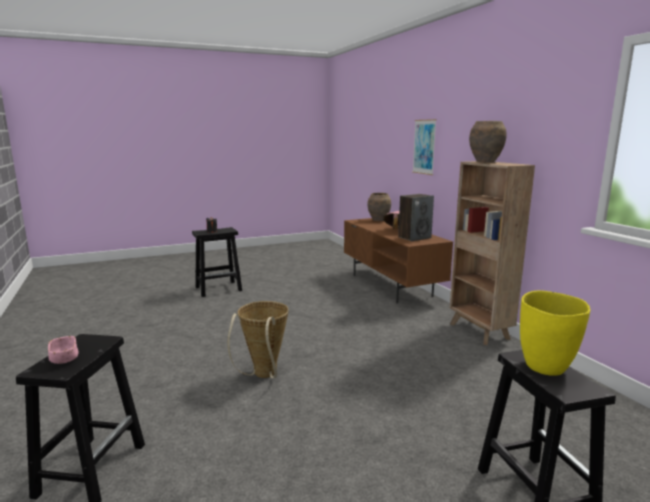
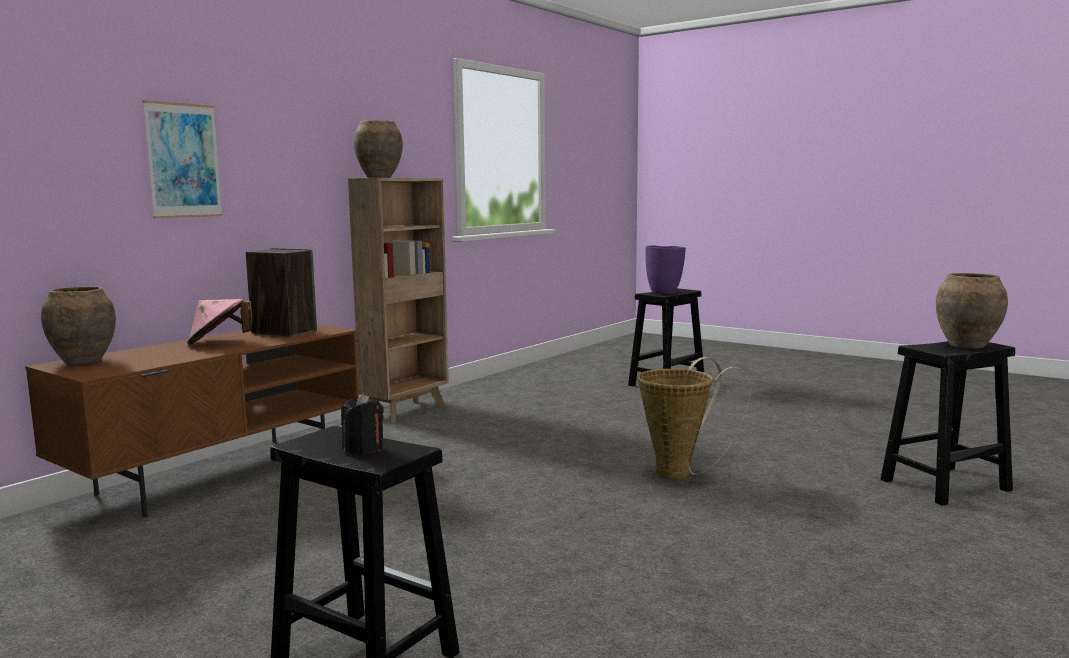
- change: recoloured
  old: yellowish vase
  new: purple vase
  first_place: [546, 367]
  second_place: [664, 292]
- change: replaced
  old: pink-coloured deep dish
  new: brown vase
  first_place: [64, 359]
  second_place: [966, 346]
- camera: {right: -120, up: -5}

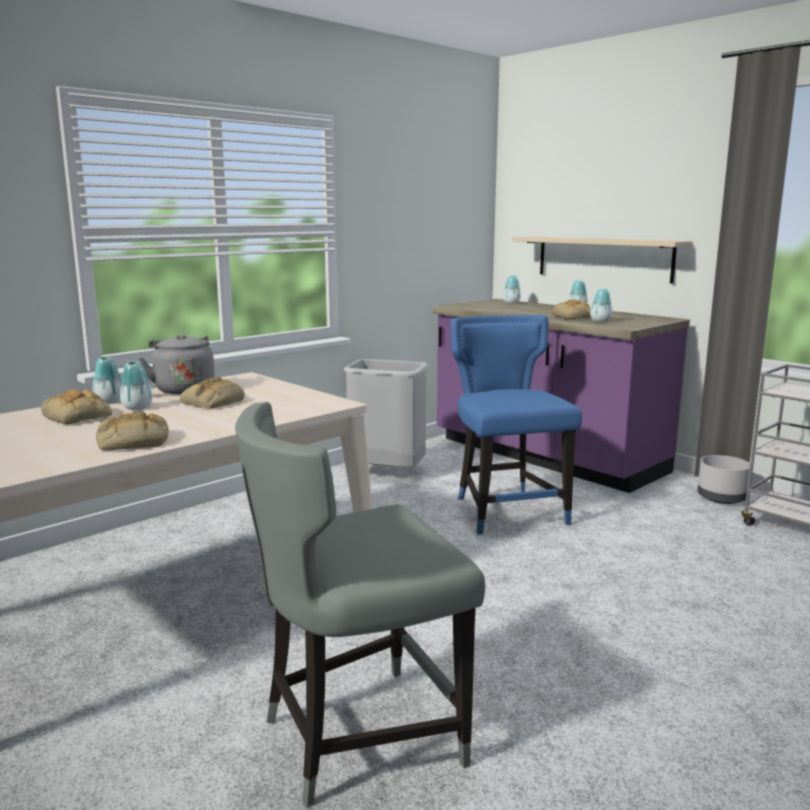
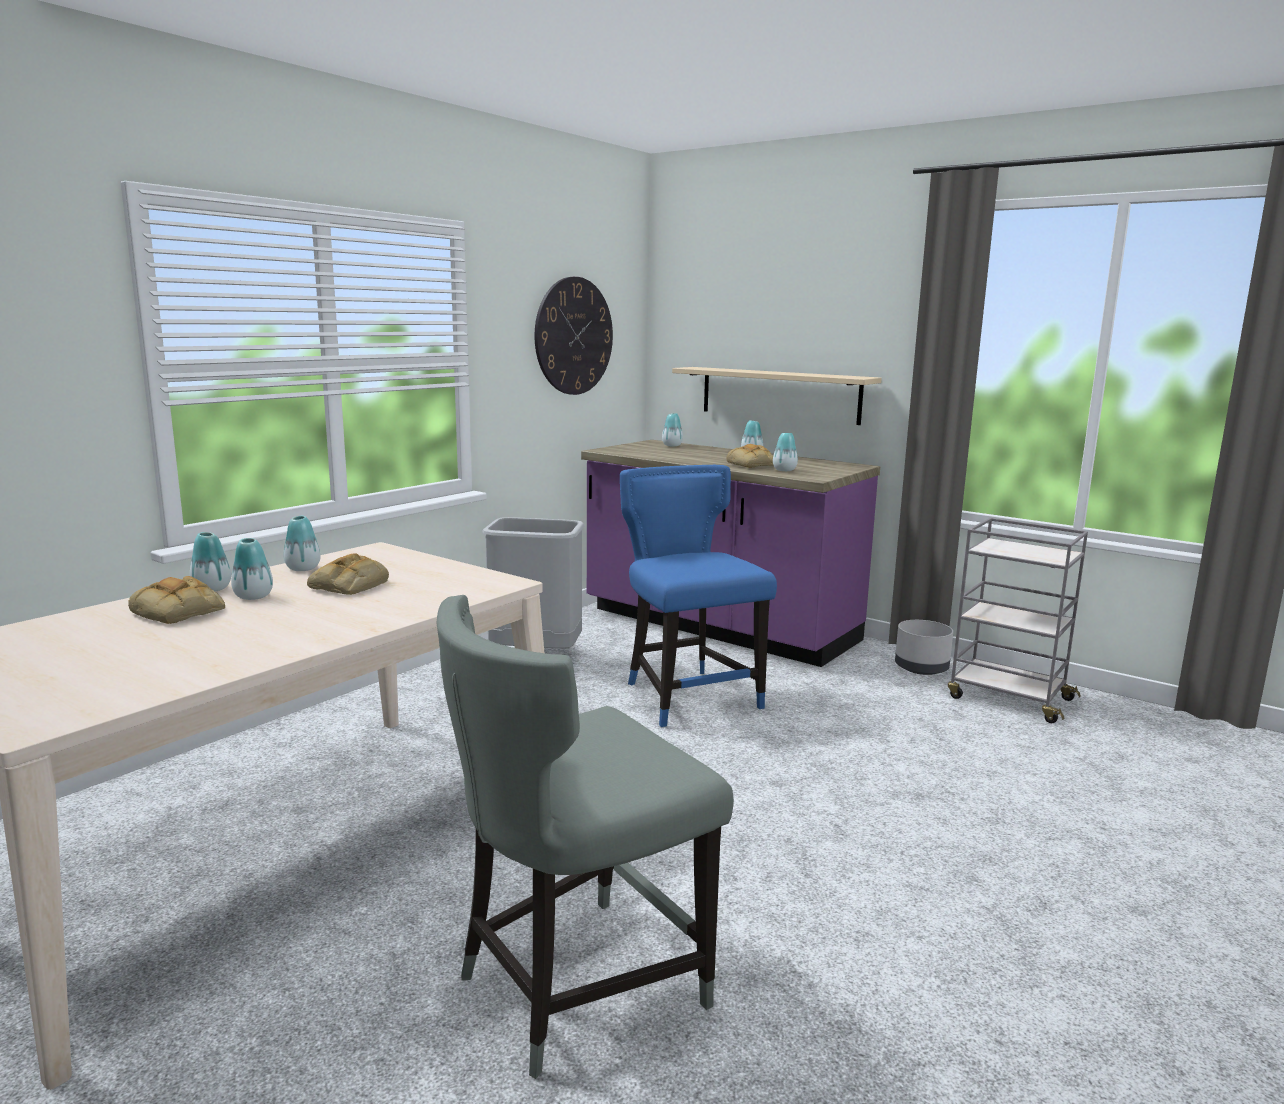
- change: replaced
  old: greyish tea kettle
  new: vase
  first_place: [183, 389]
  second_place: [303, 568]
- change: removed
  old: bread
  first_place: [132, 442]
- change: added
  new: hanging clock
  second_place: [574, 336]
- camera: {right: -10, up: 0}

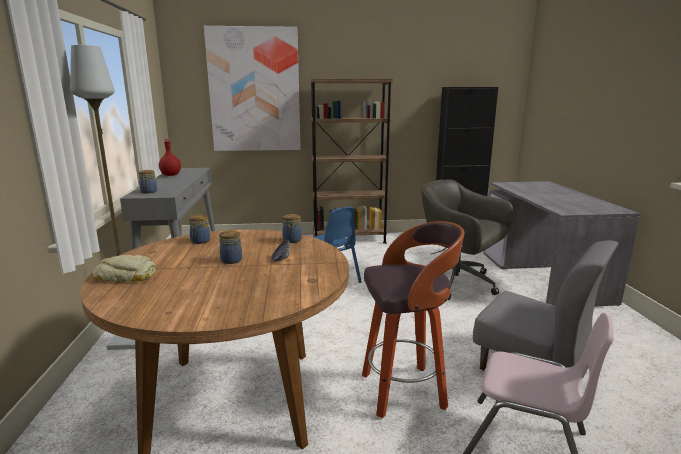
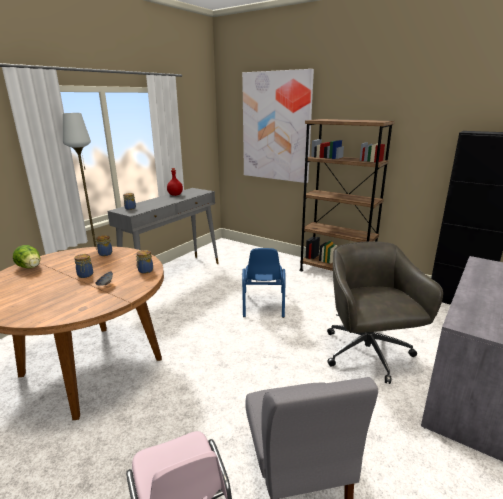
- change: removed
  old: stool
  first_place: [405, 391]
- change: replaced
  old: bread
  new: head of lettuce
  first_place: [126, 276]
  second_place: [31, 267]
- camera: {right: 40, up: 5}

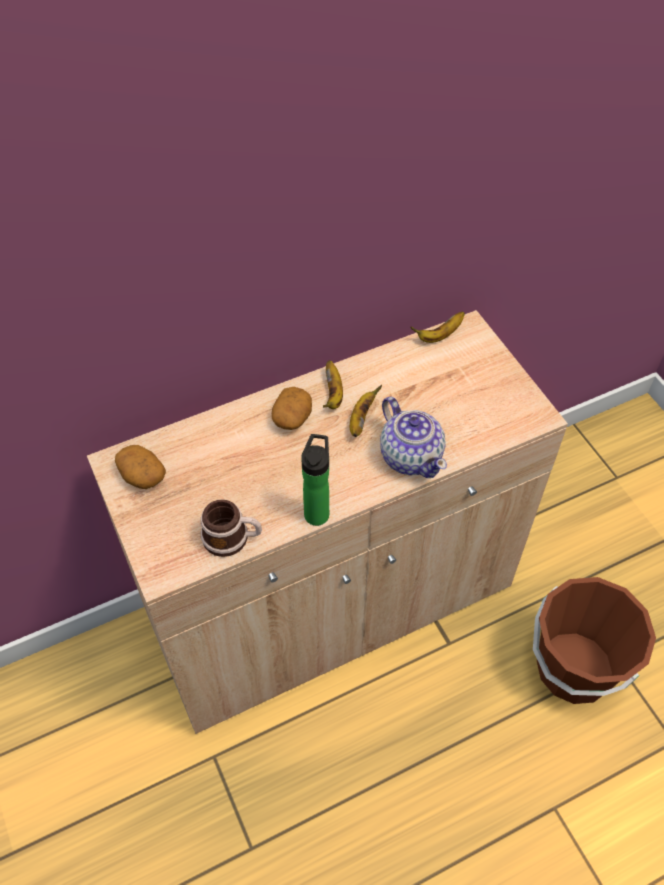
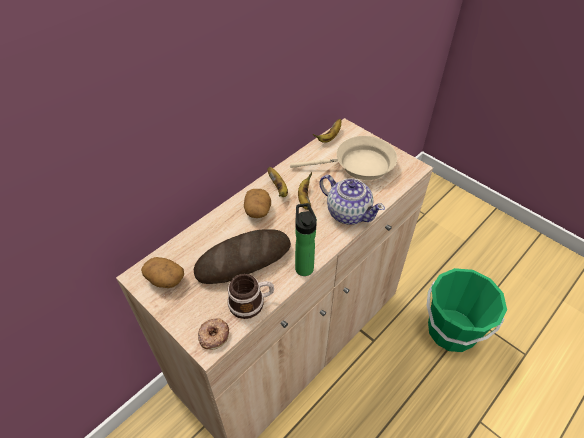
- change: recoloured
  old: brown pail
  new: green pail
  first_place: [574, 668]
  second_place: [451, 330]
- change: added
  new: beige skillet
  second_place: [359, 165]
- change: added
  new: bread
  second_place: [243, 260]
- change: added
  new: donut
  second_place: [213, 335]
- camera: {right: -20, up: -5}

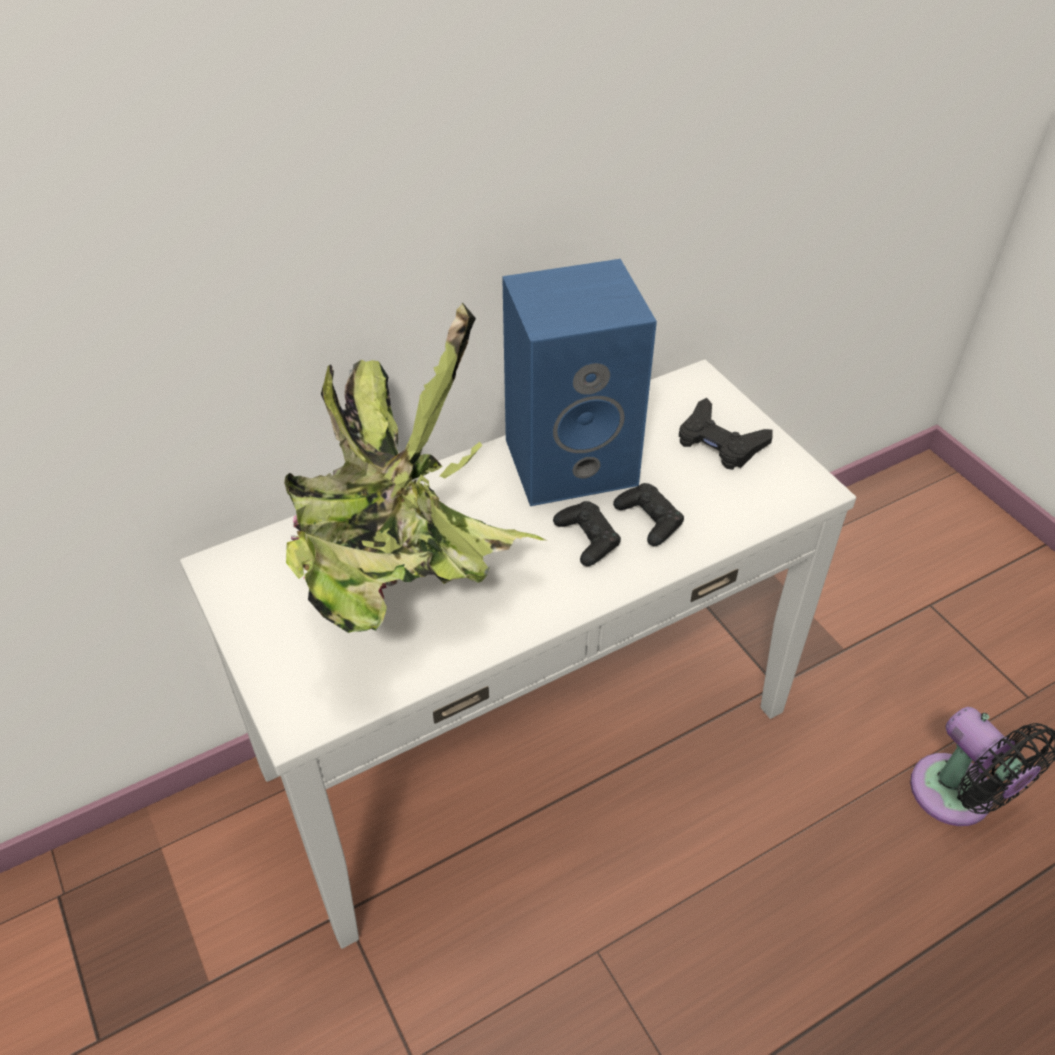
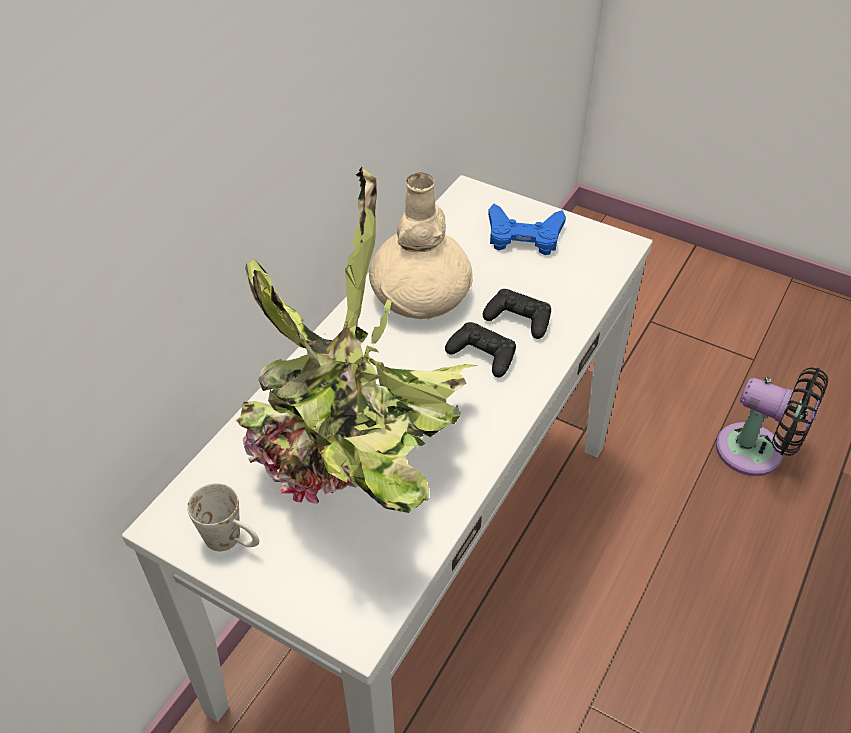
- change: replaced
  old: blue audio speaker
  new: beige vase
  first_place: [573, 459]
  second_place: [420, 295]
- change: recoloured
  old: black-coloured game controller
  new: blue game controller
  first_place: [720, 442]
  second_place: [524, 236]
- change: added
  new: white-coloured mug
  second_place: [232, 541]
- camera: {right: -30, up: 0}

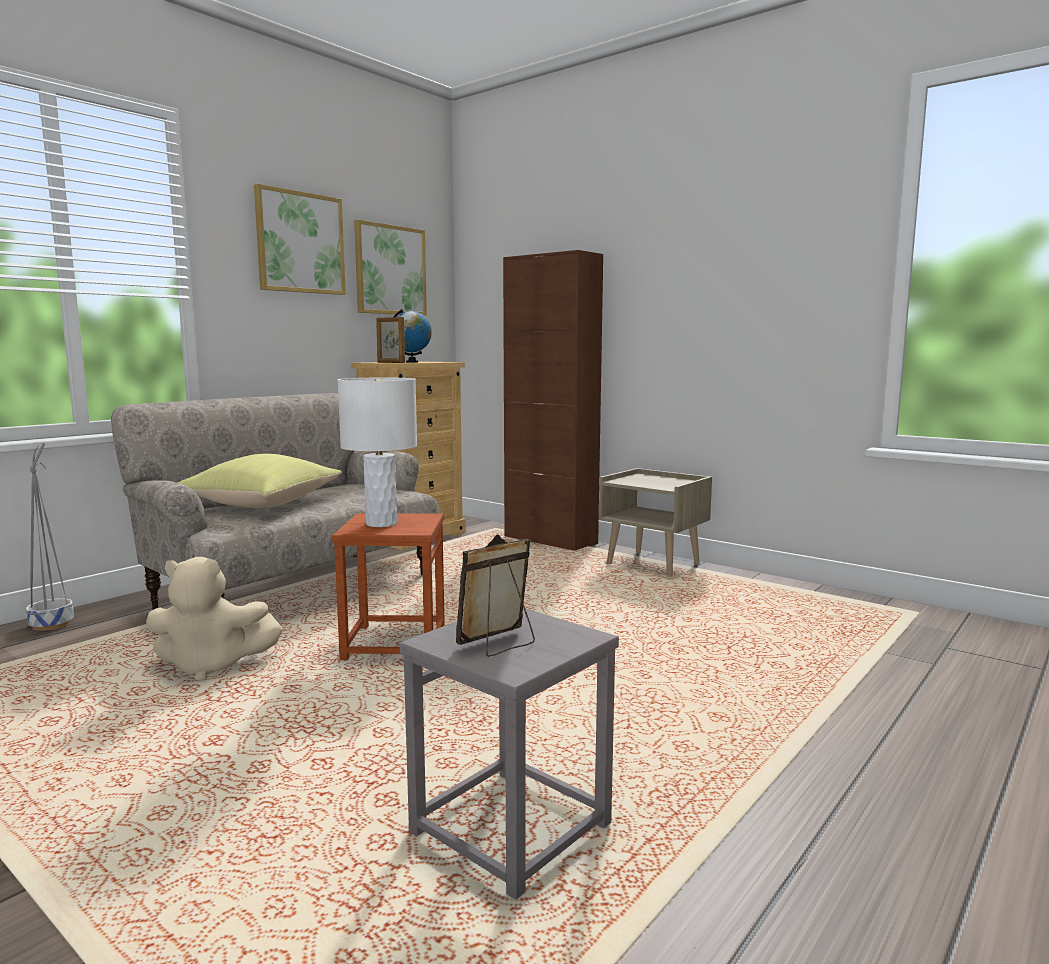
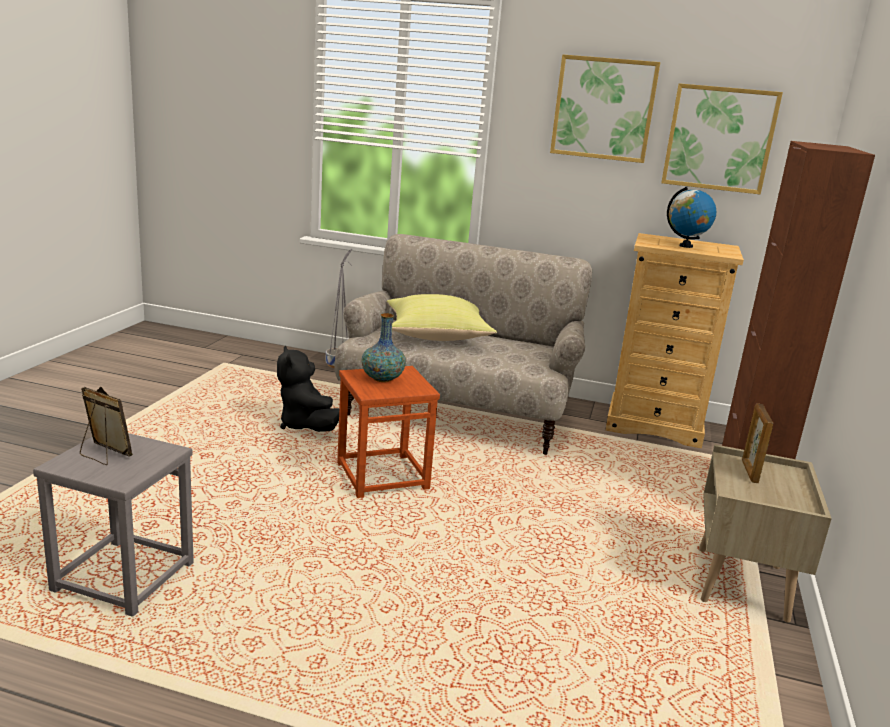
- change: moved
  old: standing frame
  first_place: [390, 362]
  second_place: [749, 472]
- change: replaced
  old: white-coloured tabletop lamp
  new: vase
  first_place: [381, 524]
  second_place: [382, 378]
- change: recoloured
  old: beige soft toy
  new: black-coloured soft toy
  first_place: [212, 666]
  second_place: [305, 425]
- camera: {right: 65, up: 10}

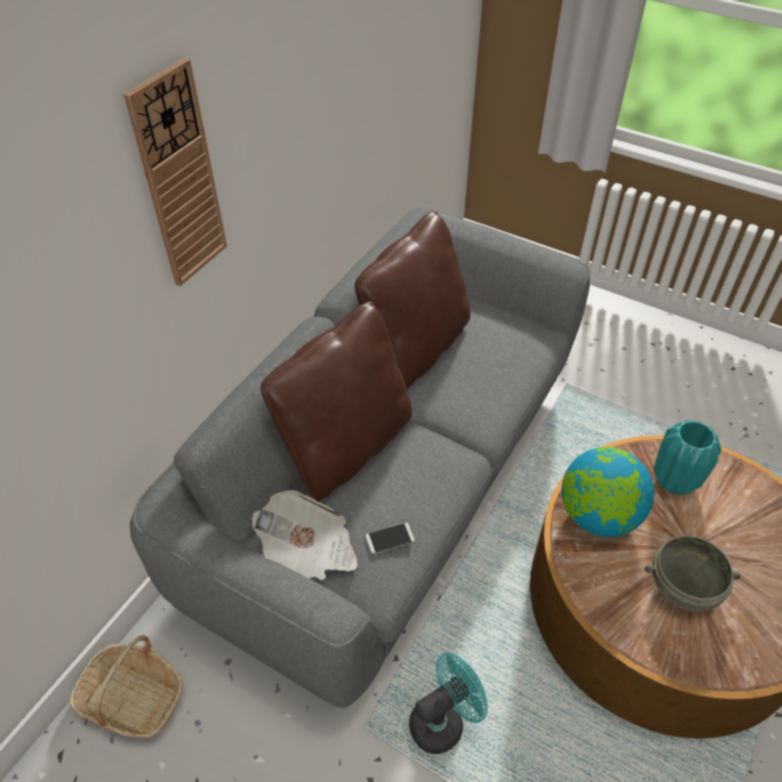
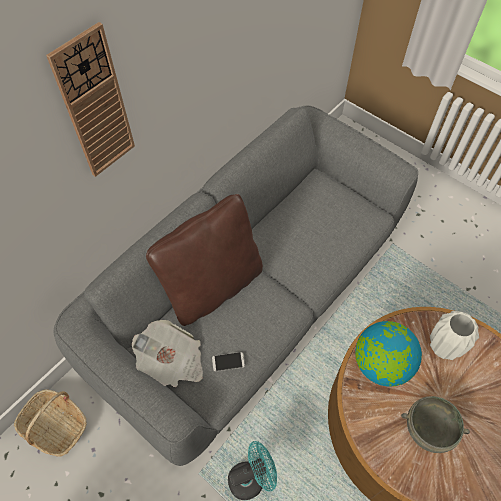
- change: removed
  old: brown pillow
  first_place: [415, 347]
- change: recoloured
  old: blue-green vase
  new: white-coloured vase
  first_place: [674, 482]
  second_place: [443, 347]
- camera: {right: 10, up: 10}

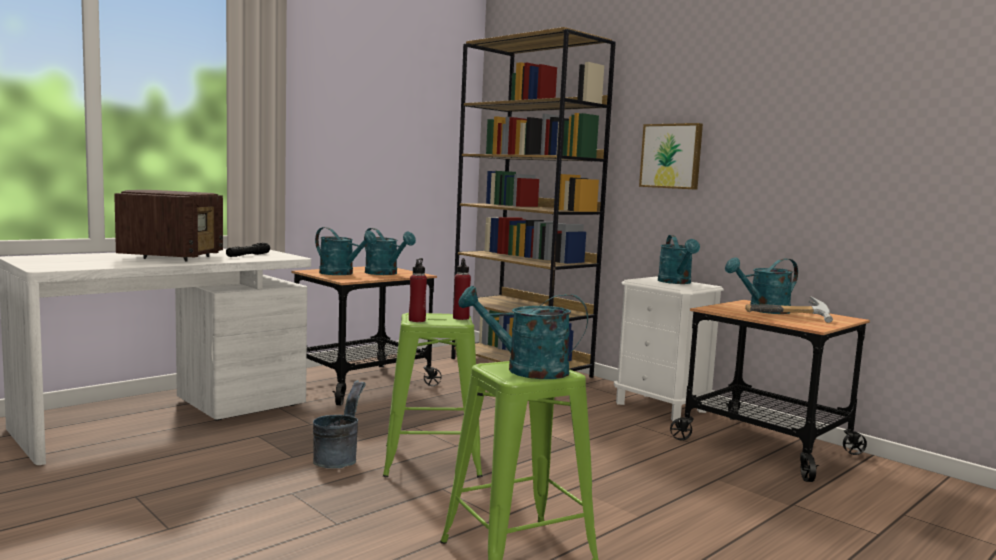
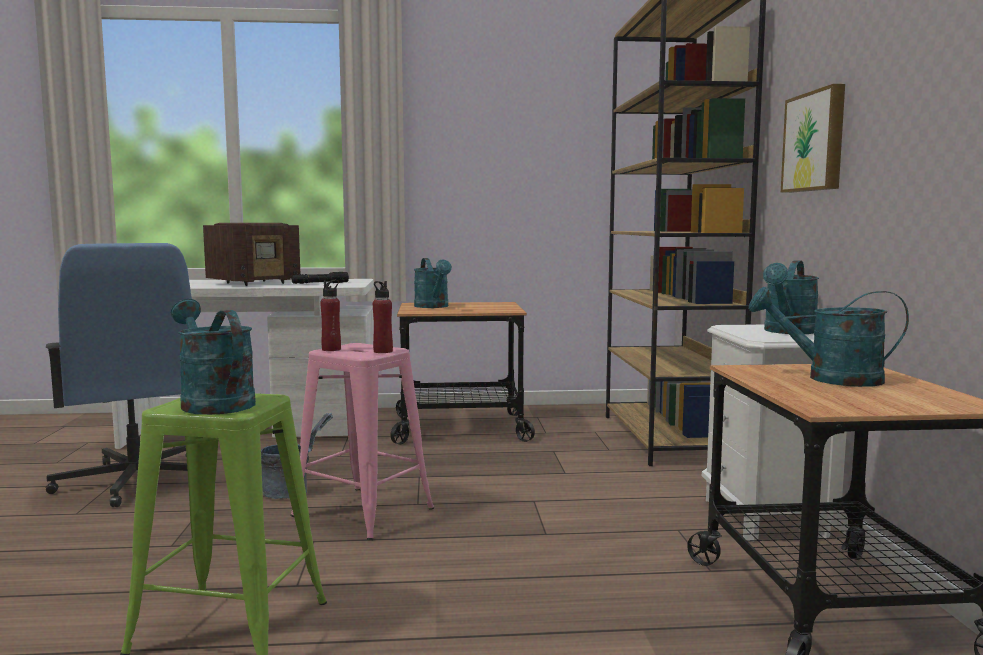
- change: removed
  old: blue-green watering pot
  first_place: [385, 273]
- change: removed
  old: tool hammer
  first_place: [791, 318]
- change: recoloured
  old: green stool
  new: pink-coloured stool
  first_place: [431, 460]
  second_place: [362, 512]
- change: added
  new: blue office chair
  second_place: [134, 481]
- camera: {right: 40, up: 0}

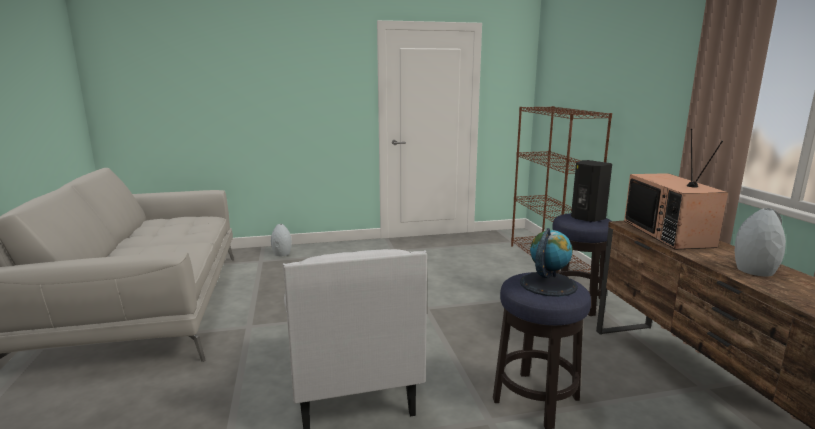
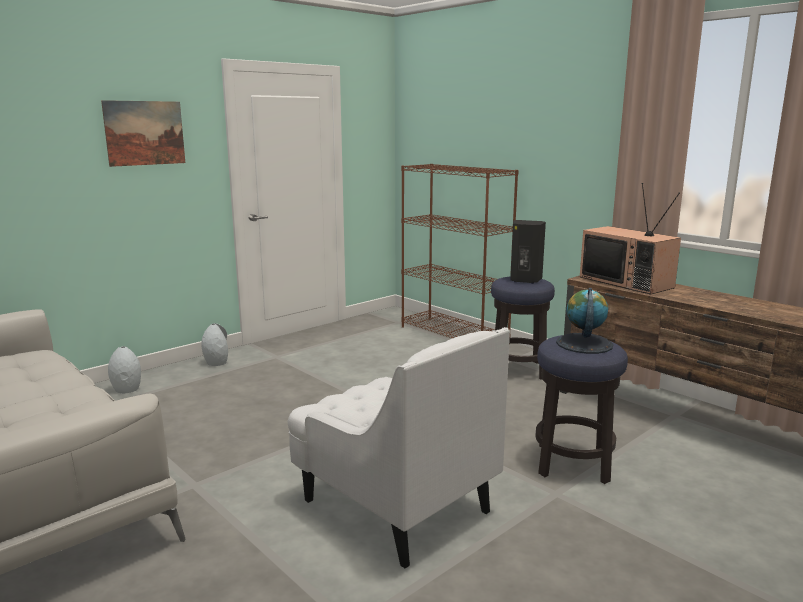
- change: moved
  old: greyish vase
  first_place: [753, 270]
  second_place: [216, 362]
- change: added
  new: wall picture
  second_place: [145, 133]
- camera: {right: -30, up: 0}

